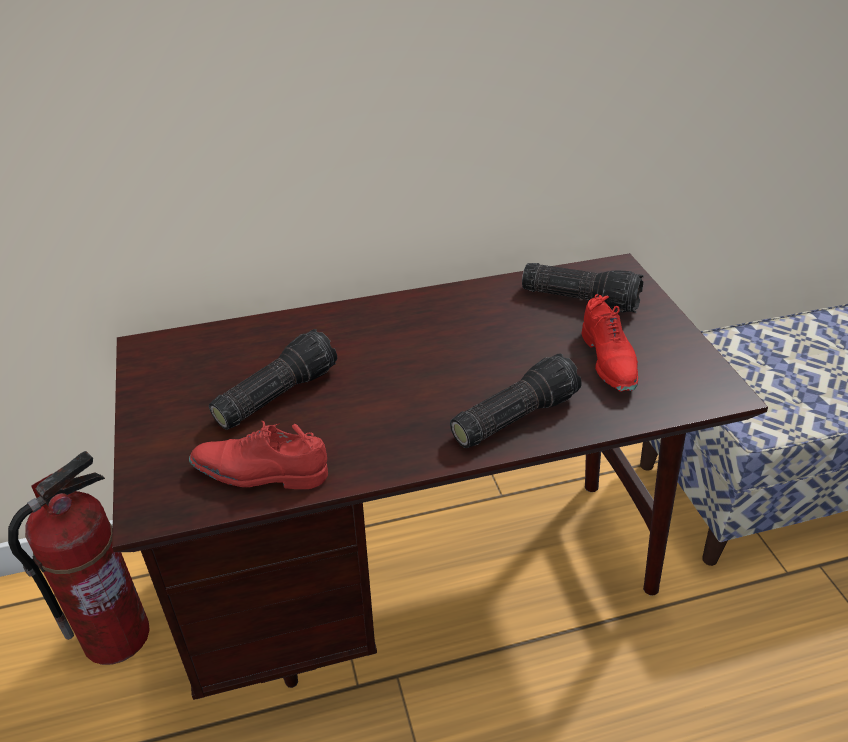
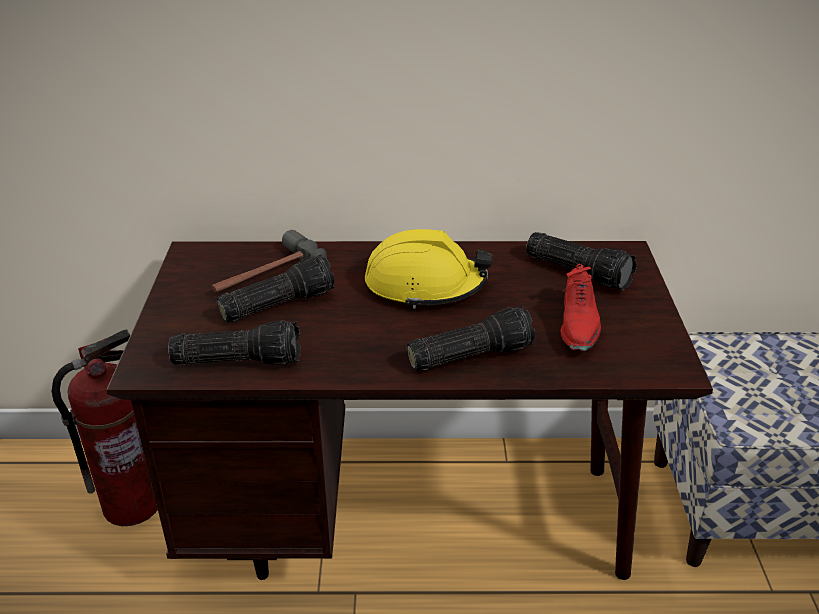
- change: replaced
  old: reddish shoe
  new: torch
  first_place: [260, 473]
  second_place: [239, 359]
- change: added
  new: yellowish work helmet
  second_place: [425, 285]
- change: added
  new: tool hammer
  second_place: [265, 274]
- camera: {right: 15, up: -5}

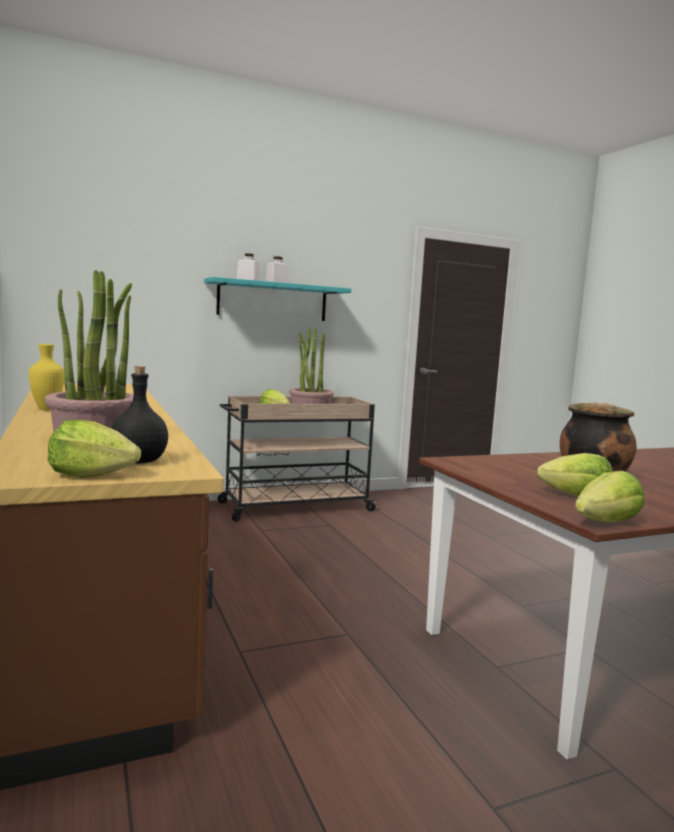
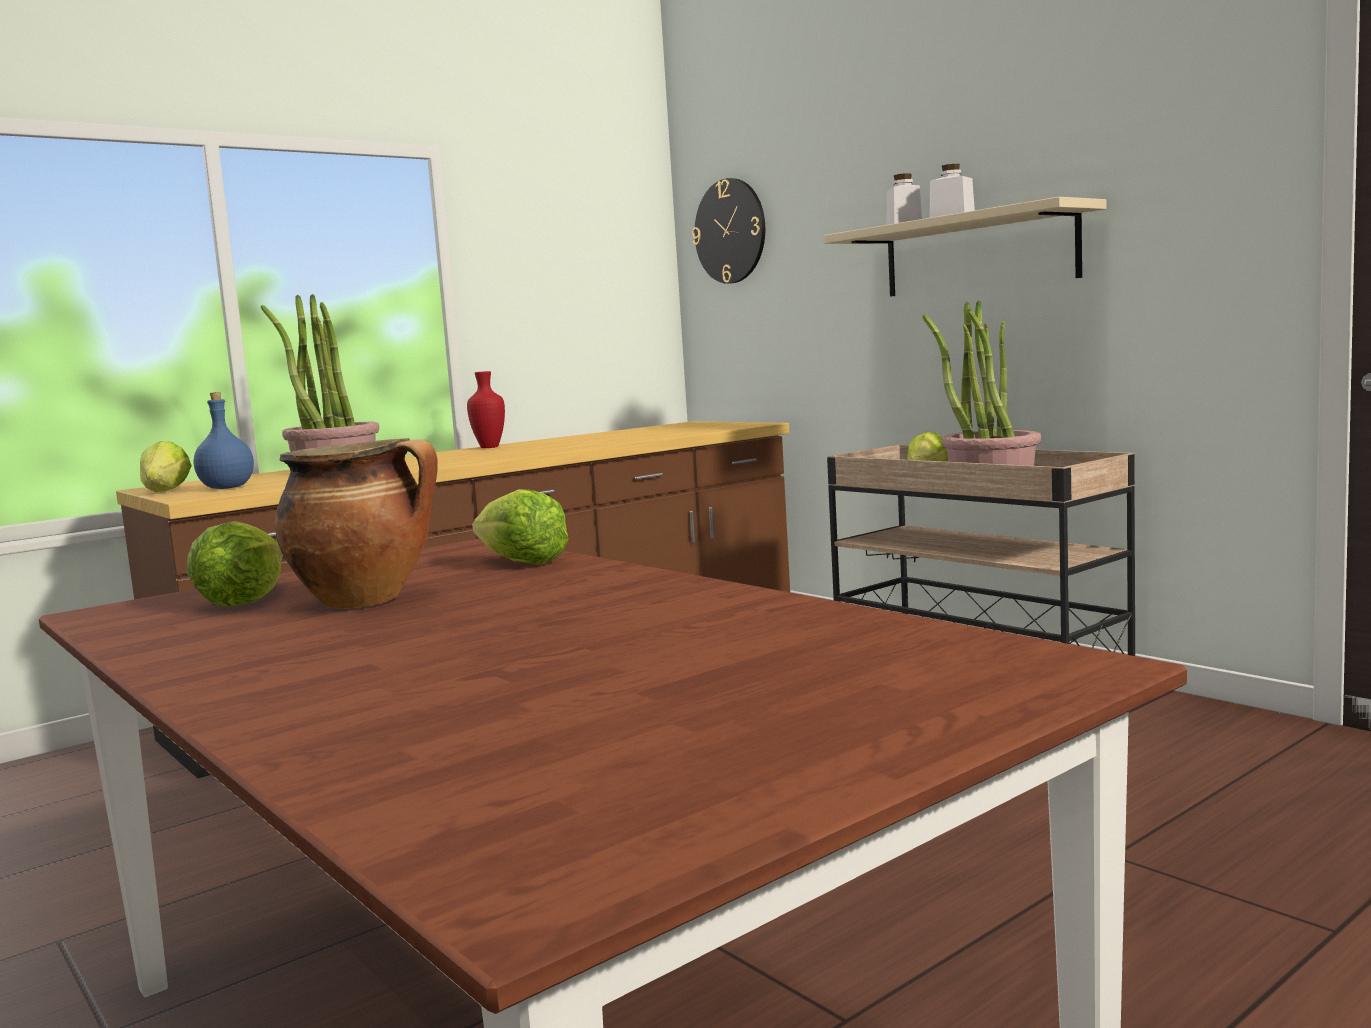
- change: recoloured
  old: blue-green bracket shelf
  new: beige bracket shelf
  first_place: [272, 301]
  second_place: [978, 253]
- change: recoloured
  old: yellowish vase
  new: reddish vase
  first_place: [46, 409]
  second_place: [489, 447]
- change: recoloured
  old: black-coloured bottle
  new: blue bottle
  first_place: [139, 461]
  second_place: [228, 488]
- change: moved
  old: head of lettuce
  first_place: [606, 522]
  second_place: [521, 562]
- change: added
  new: hanging clock
  second_place: [730, 231]
- camera: {right: 75, up: 0}

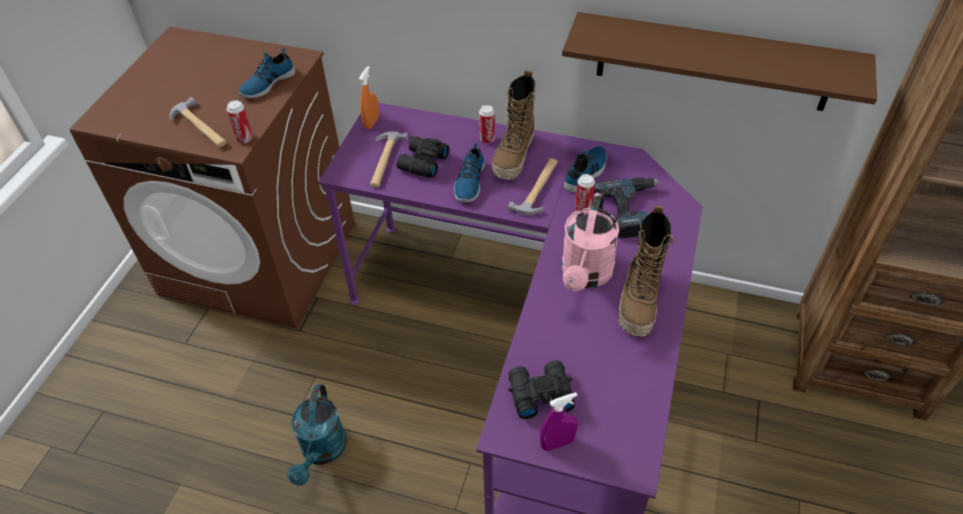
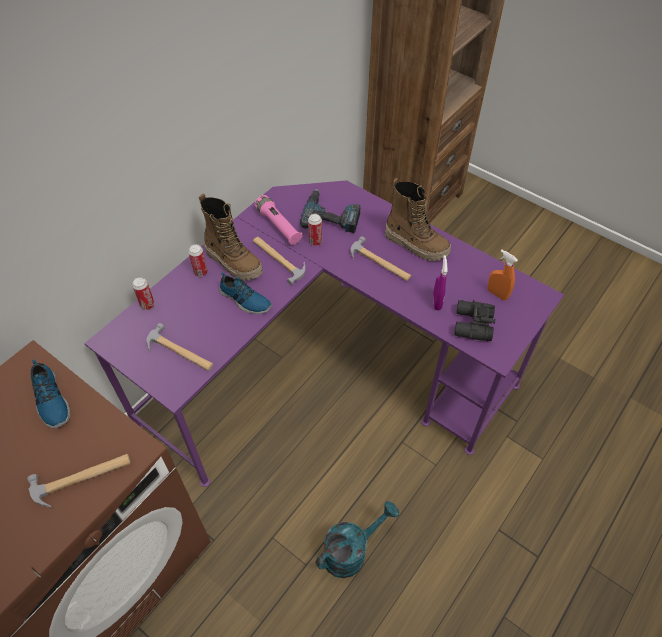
- change: removed
  old: brown bracket shelf
  first_place: [713, 62]
- change: moved
  old: orange hand sprayer
  first_place: [371, 123]
  second_place: [497, 294]
- change: moved
  old: can
  first_place: [245, 138]
  second_place: [147, 305]
- change: removed
  old: black-coloured pair of binoculars
  first_place: [422, 163]
- change: replaced
  old: shoe
  new: pink-coloured torch
  first_place: [586, 173]
  second_place: [278, 226]
- change: replaced
  old: pink-coloured watering pot
  new: tool hammer
  first_place: [585, 275]
  second_place: [379, 263]
- change: turned
  old: blue-green watering pot
  first_place: [322, 452]
  second_place: [351, 550]
  degrees: -60
- change: moved
  old: purple hand sprayer
  first_place: [557, 443]
  second_place: [437, 302]
- camera: {right: -70, up: 5}

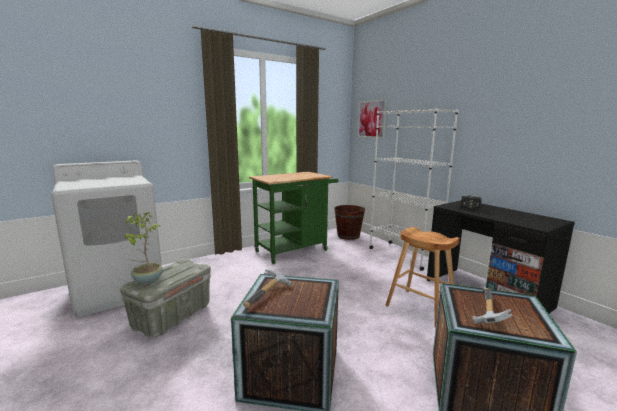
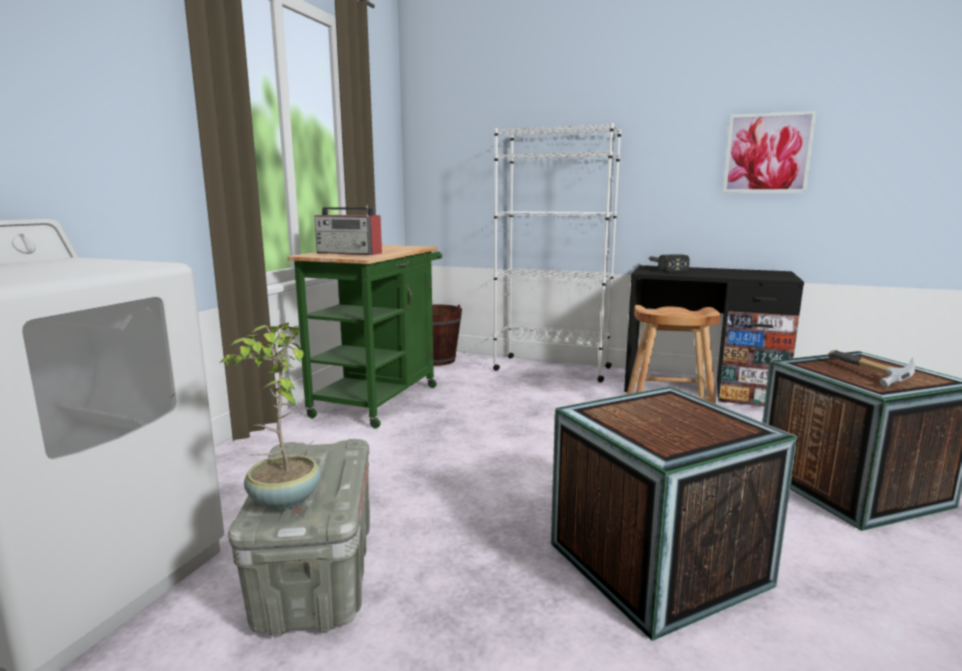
- change: moved
  old: wall picture
  first_place: [372, 119]
  second_place: [767, 153]
- change: removed
  old: tool hammer
  first_place: [269, 295]
- change: added
  new: radio receiver
  second_place: [350, 253]
- camera: {right: -35, up: 0}

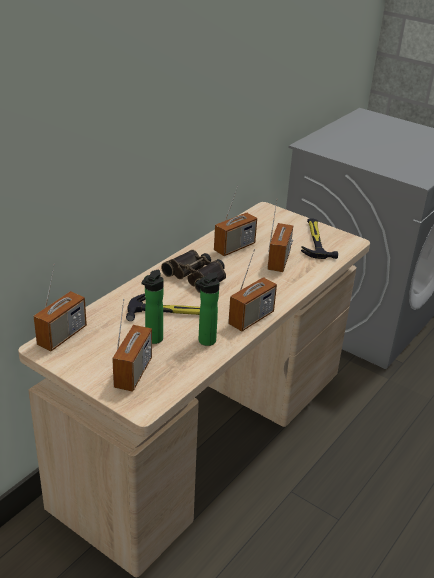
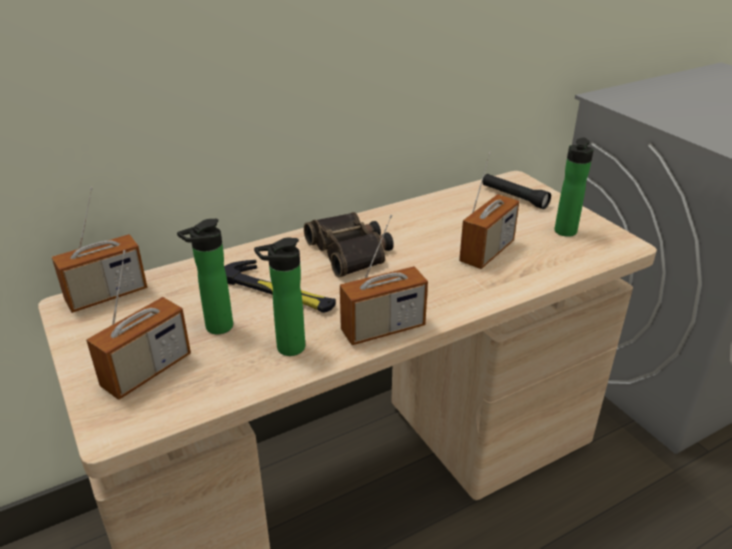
- change: removed
  old: radio receiver
  first_place: [234, 247]
- change: replaced
  old: tool hammer
  new: bottle
  first_place: [315, 240]
  second_place: [564, 233]
- change: added
  new: black-coloured torch
  second_place: [514, 197]
- camera: {right: 25, up: 0}

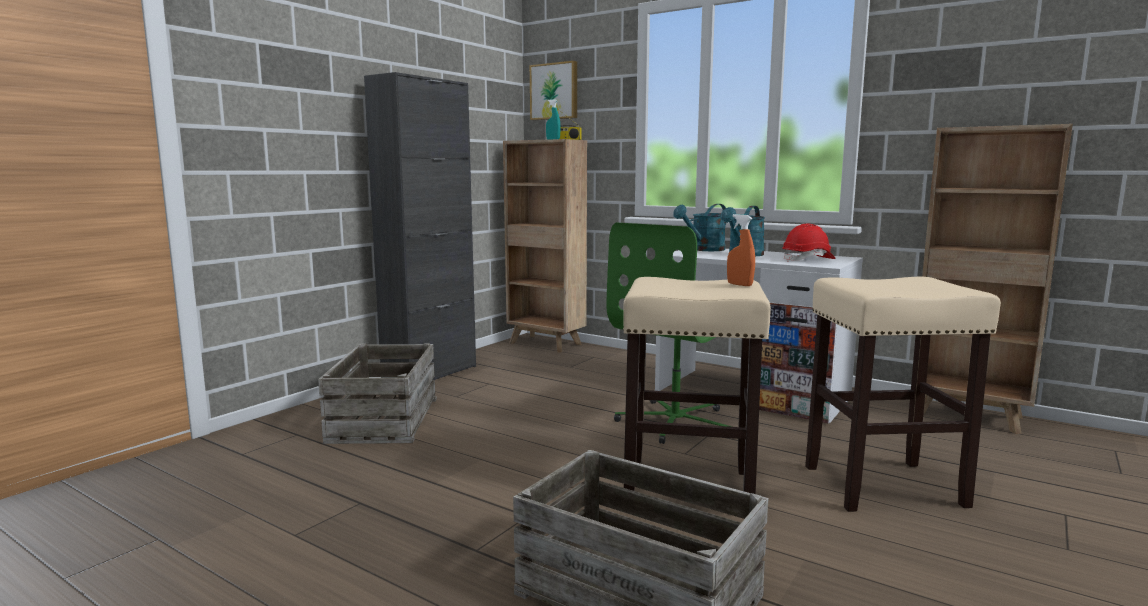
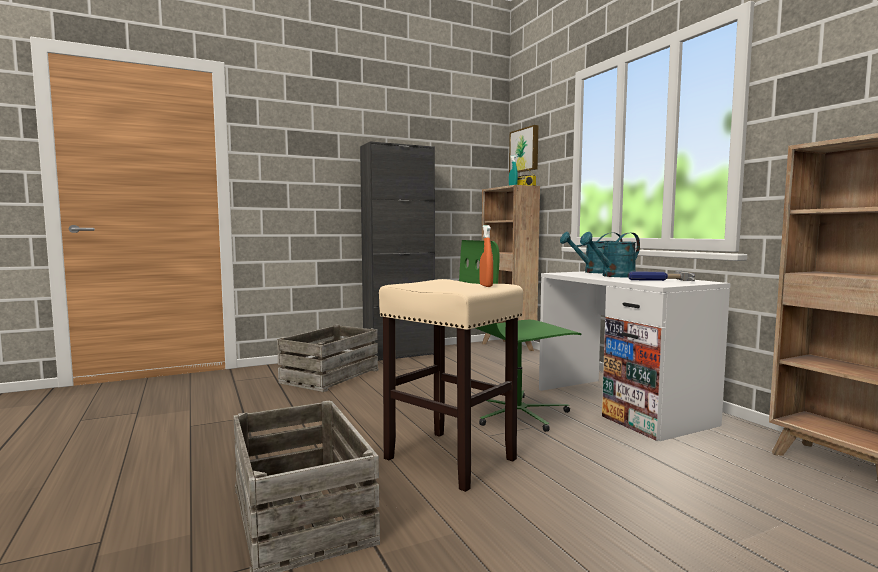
- change: replaced
  old: reddish work helmet
  new: tool hammer
  first_place: [808, 260]
  second_place: [660, 281]
- change: removed
  old: beige stool
  first_place: [881, 486]
- camera: {right: 30, up: -5}

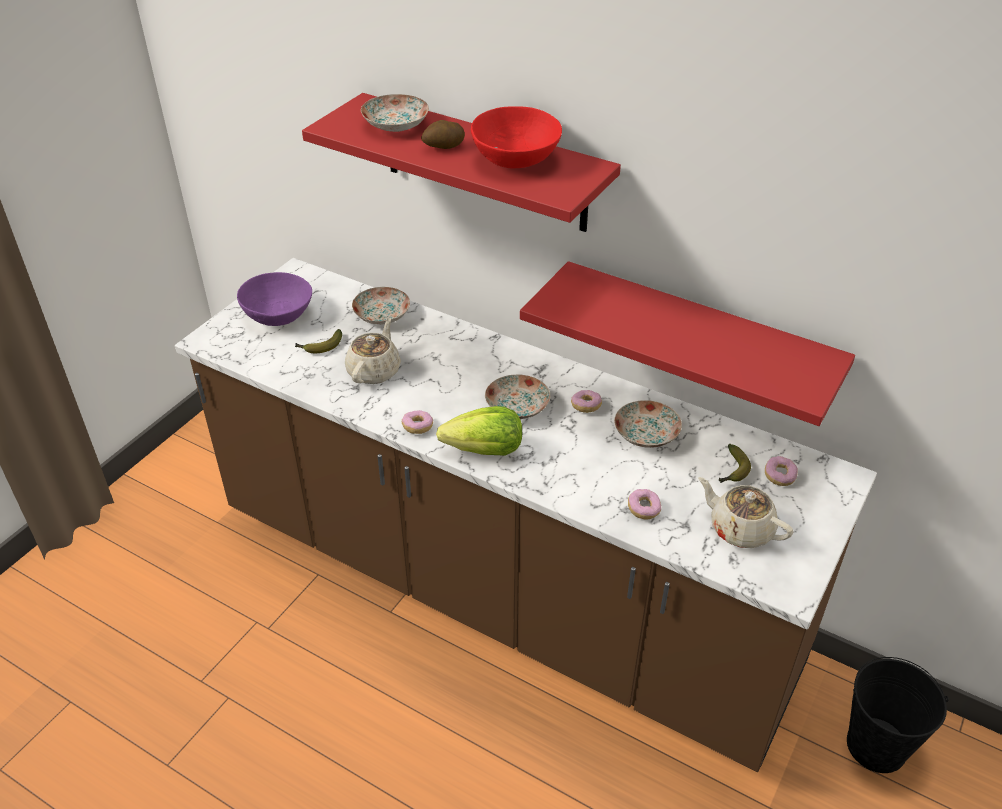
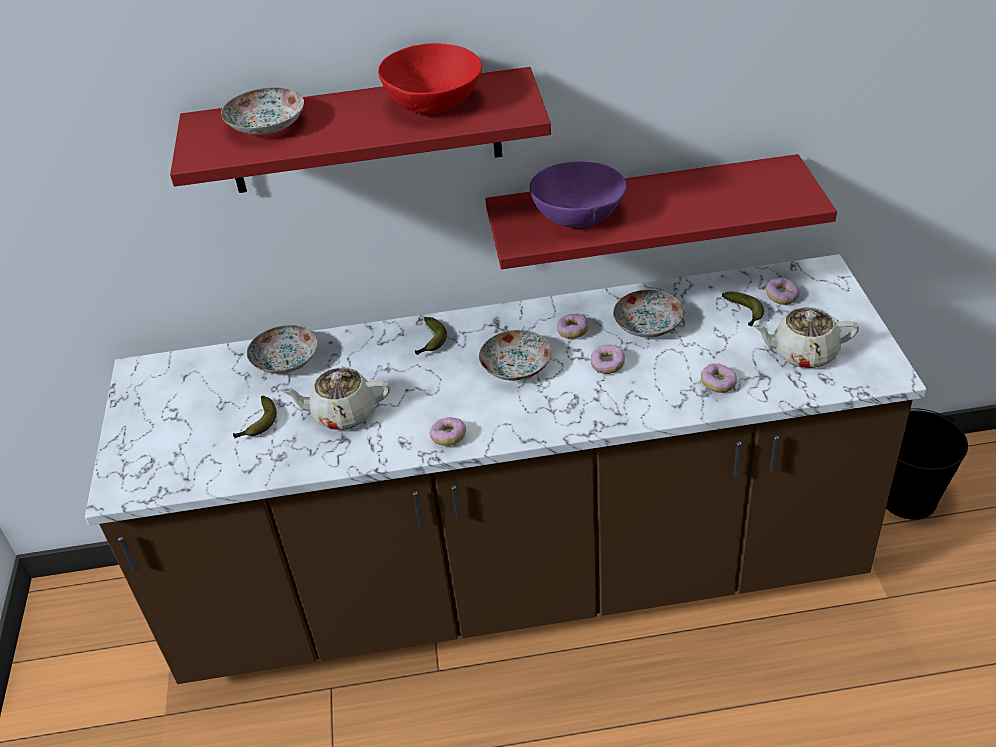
- change: removed
  old: spud
  first_place: [443, 147]
- change: moved
  old: purple deep dish
  first_place: [278, 315]
  second_place: [578, 215]
- change: turned
  old: beige tea pot
  first_place: [374, 370]
  second_place: [343, 413]
  degrees: -75
- change: removed
  old: head of lettuce
  first_place: [485, 450]
- change: added
  new: whole banana
  second_place: [430, 342]
- change: added
  new: donut
  second_place: [607, 365]
- camera: {right: -35, up: 0}

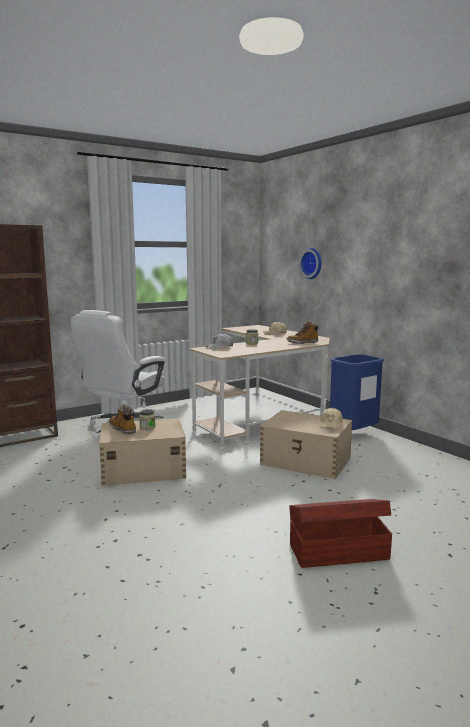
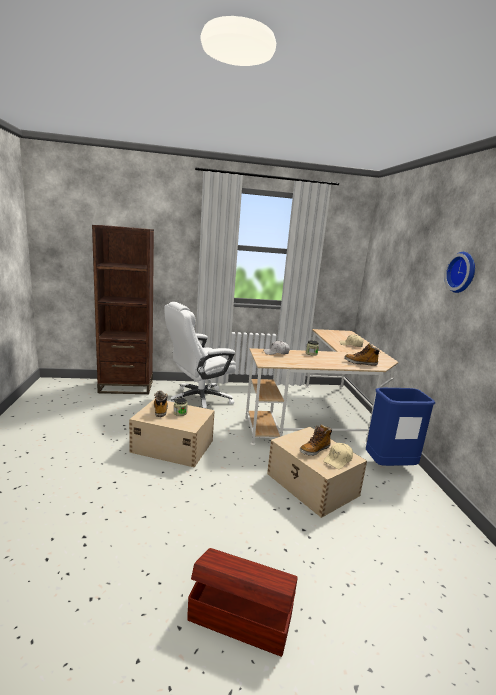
- change: moved
  old: hanging clock
  first_place: [312, 263]
  second_place: [462, 272]
- change: added
  new: tall boot
  second_place: [315, 450]
- camera: {right: 25, up: 5}

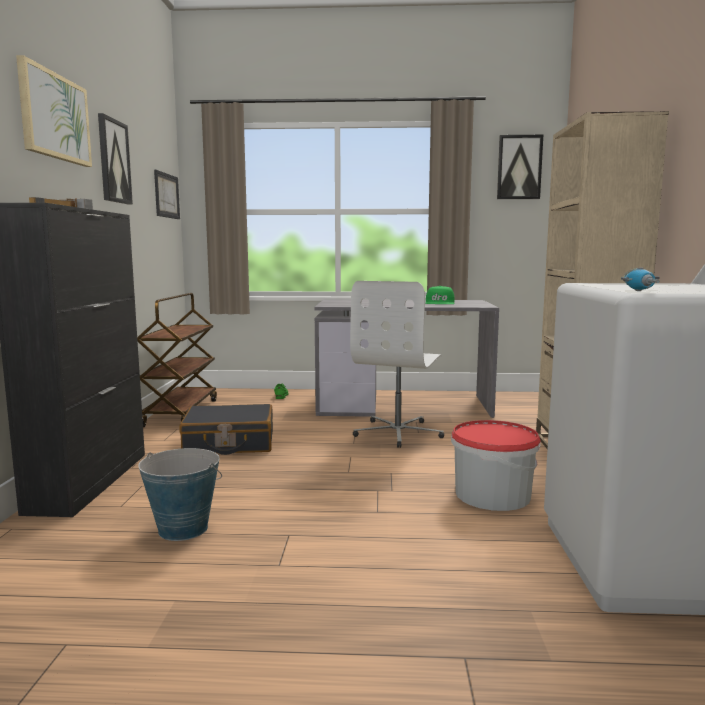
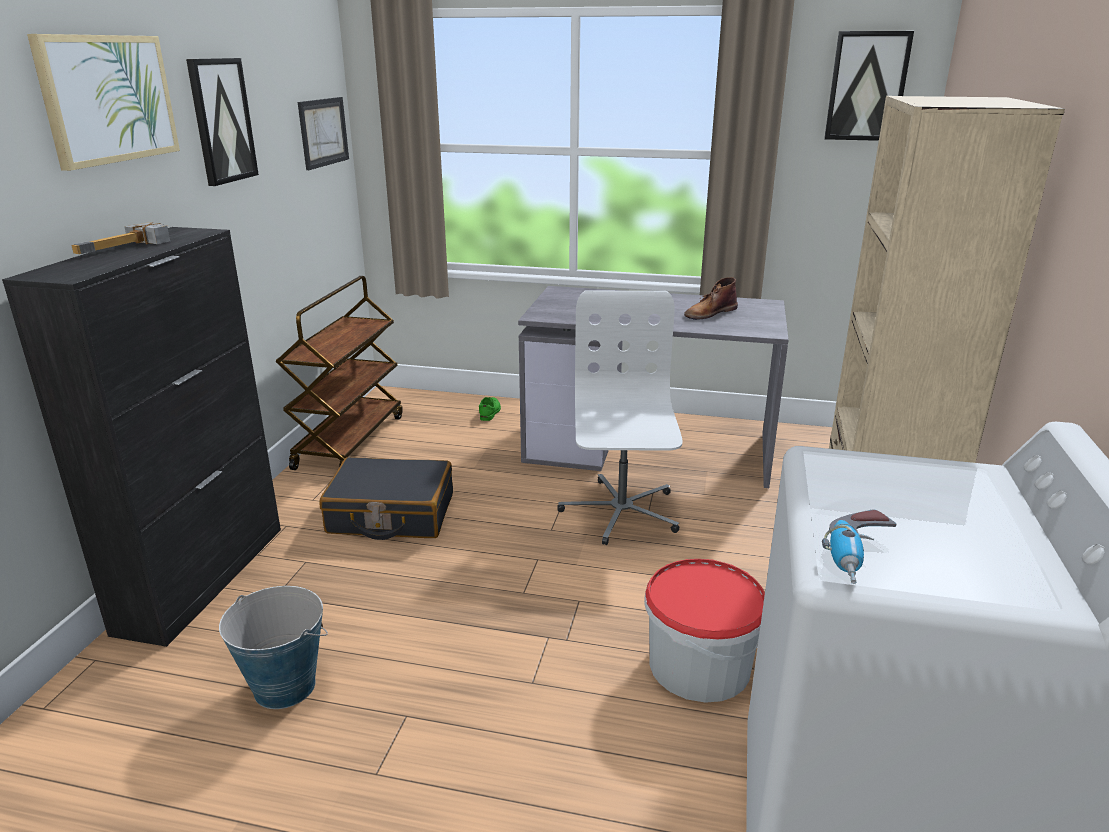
- change: turned
  old: white-coloured office chair
  first_place: [398, 433]
  second_place: [620, 512]
  degrees: 150
- change: replaced
  old: green baseball cap
  new: brown tall boot
  first_place: [440, 303]
  second_place: [709, 313]
- camera: {right: 10, up: 15}

